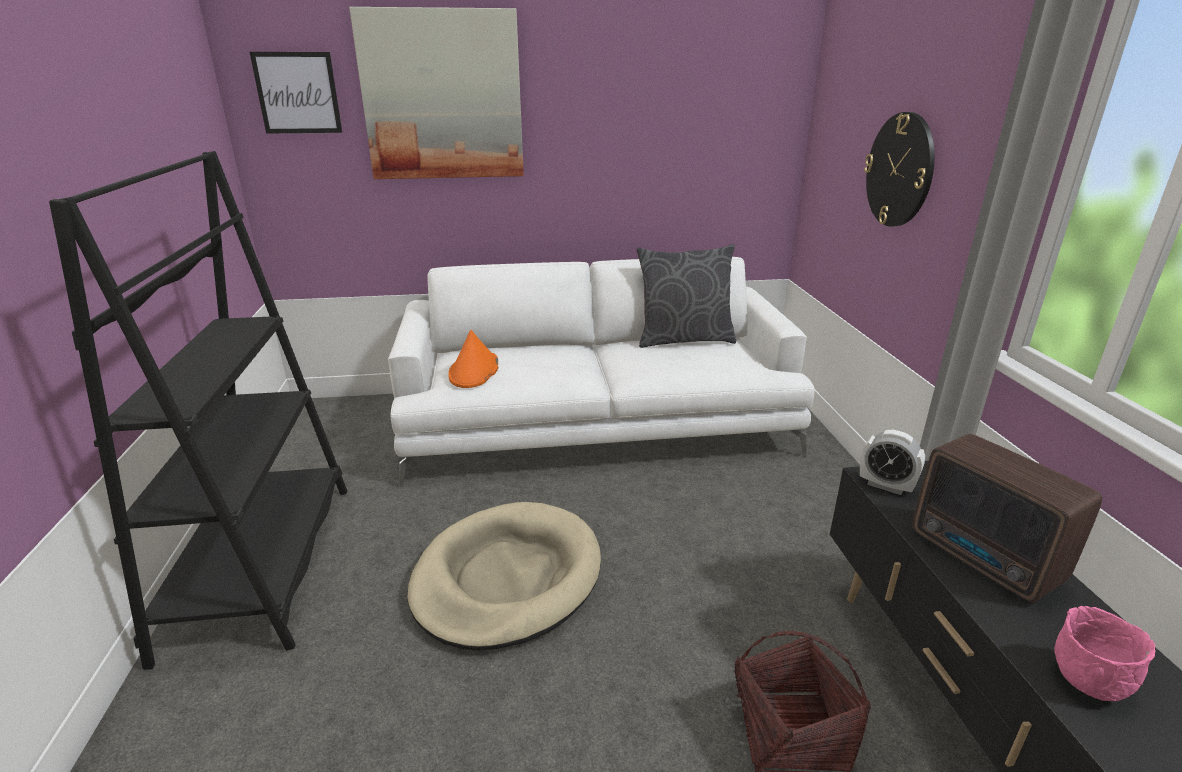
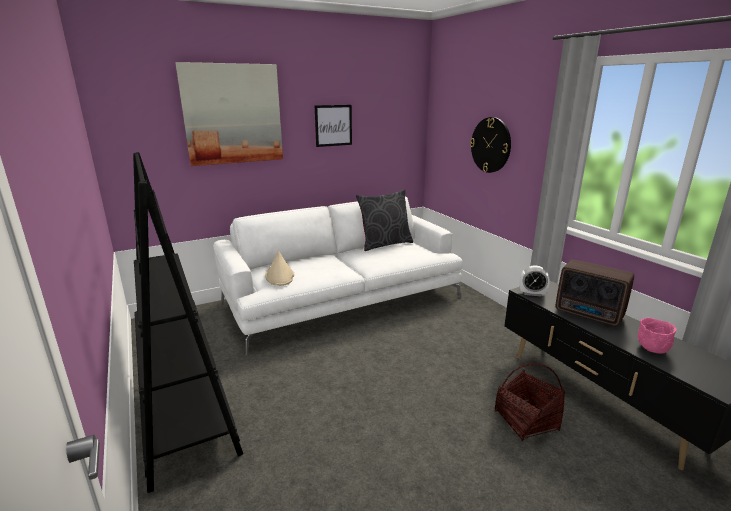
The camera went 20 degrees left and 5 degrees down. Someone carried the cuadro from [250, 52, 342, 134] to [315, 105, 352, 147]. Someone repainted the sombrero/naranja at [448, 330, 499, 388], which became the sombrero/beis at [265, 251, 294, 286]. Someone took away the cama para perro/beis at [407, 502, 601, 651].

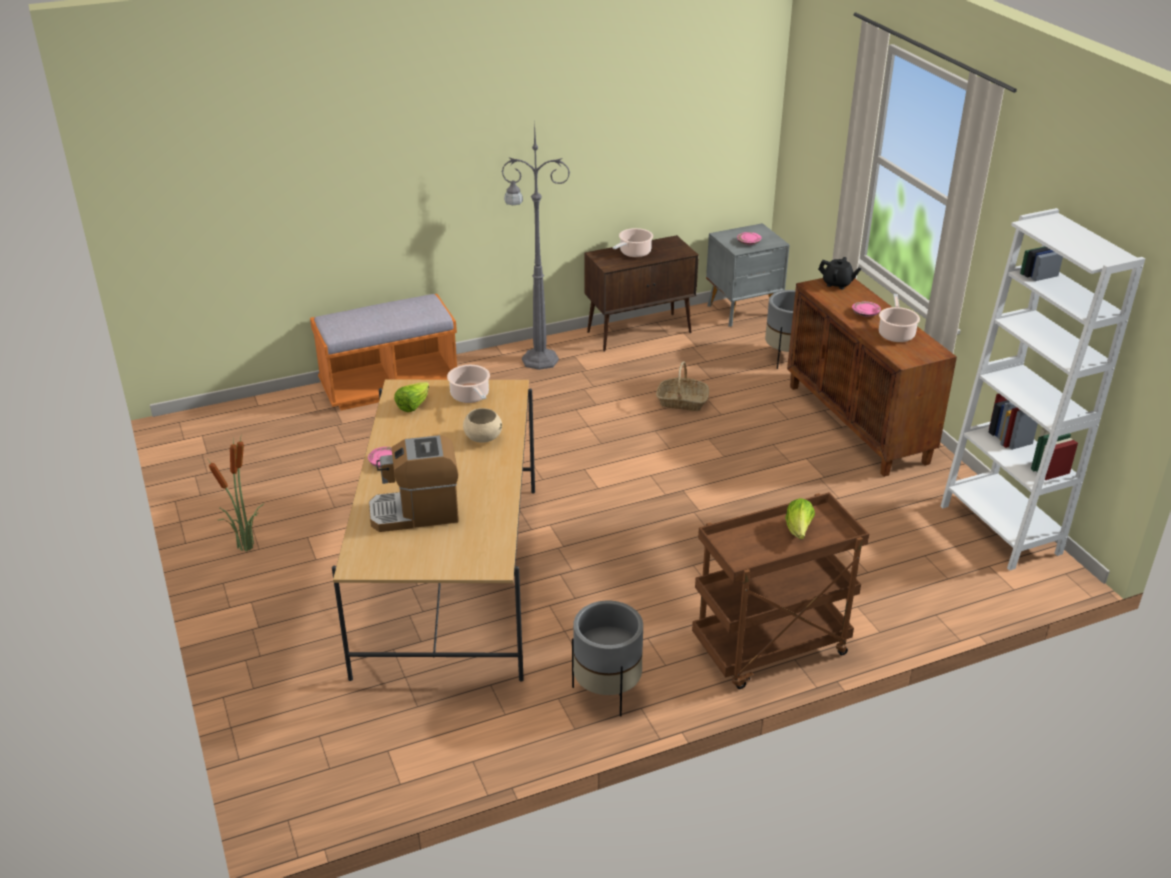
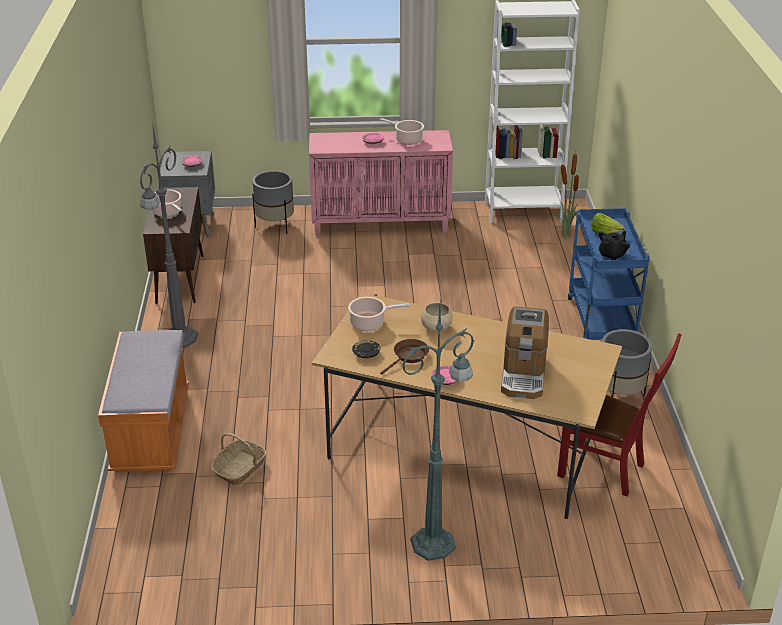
The camera went 70 degrees left and 0 degrees up. Someone carried the tetera/negro from [818, 257, 861, 289] to [599, 231, 630, 260]. Someone repainted the armario/marrón at [787, 278, 957, 477], which became the armario/rosa at [309, 130, 453, 236]. Someone carried the cesta from [656, 361, 709, 411] to [211, 433, 267, 485]. Someone swapped the lechuga at [394, 382, 429, 412] for the plato/negro at [352, 340, 381, 358]. Someone carried the planta en maceta from [207, 439, 264, 552] to [554, 152, 582, 239]. Someone repainted the carrito/marrón at [692, 492, 869, 689], which became the carrito/azul at [568, 208, 650, 340]. Someone put down the lámpara de pie/verde at [402, 304, 474, 561]. Someone put down the silla/rojo at [557, 333, 682, 496]. Someone put down the sartén/marrón at [380, 339, 429, 375].

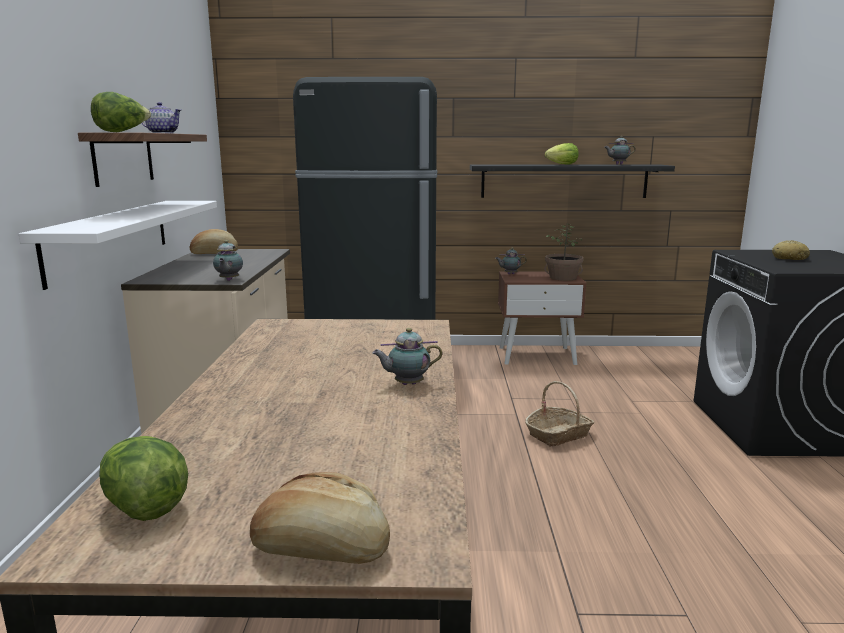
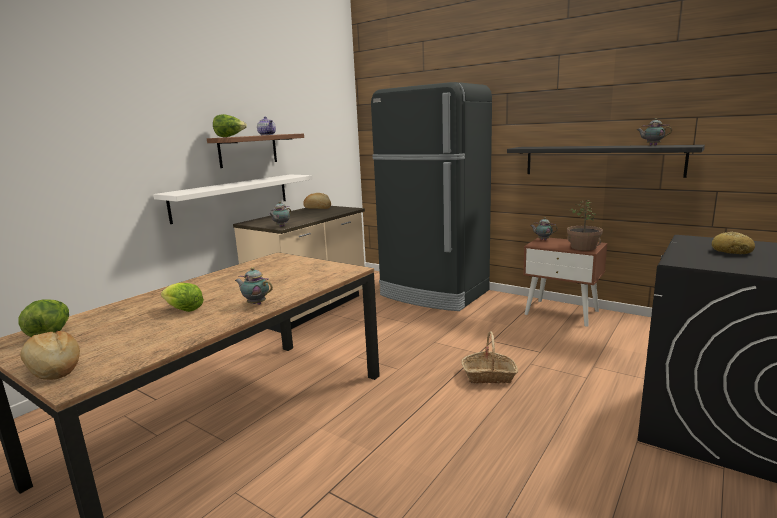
The camera went 35 degrees right and 0 degrees up. Someone carried the lechuga from [545, 143, 579, 165] to [161, 283, 204, 312].

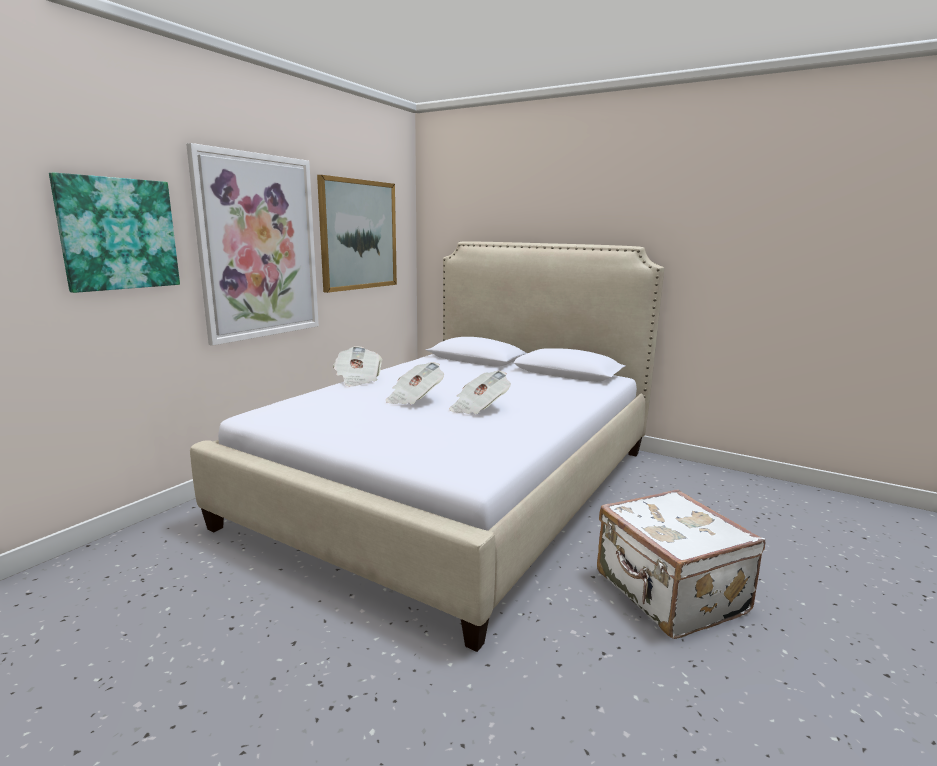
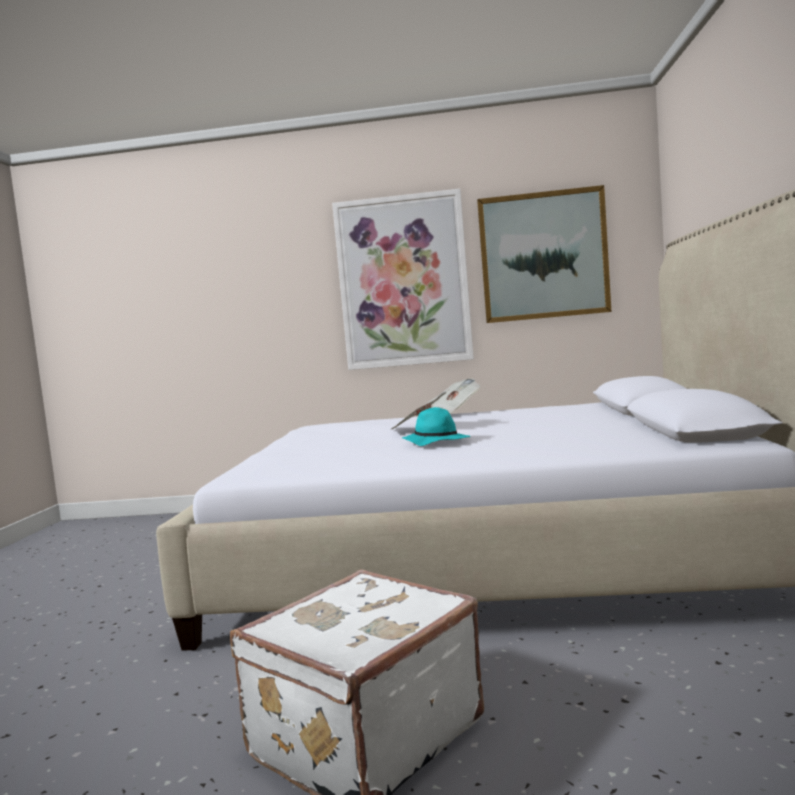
The camera went 65 degrees right and 10 degrees down. Someone took away the cuadro at [49, 172, 180, 293]. Someone swapped the periódico at [449, 371, 511, 414] for the sombrero/turquesa at [402, 407, 471, 446].

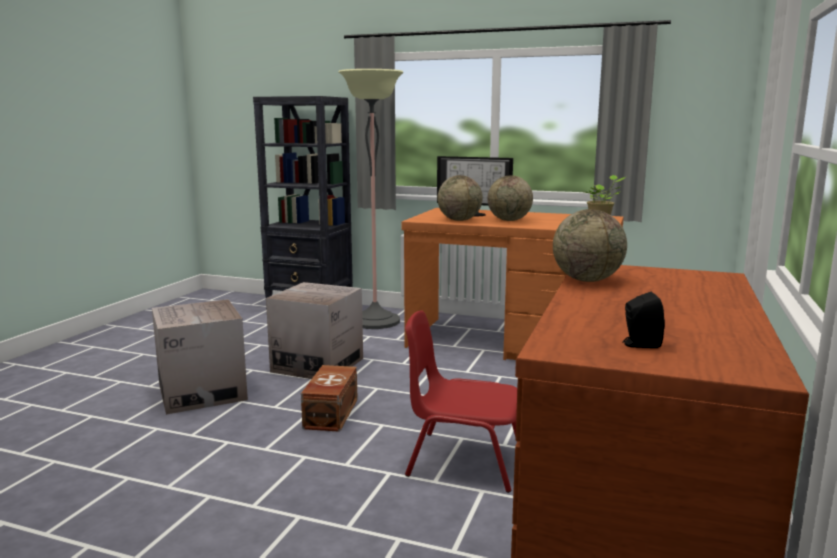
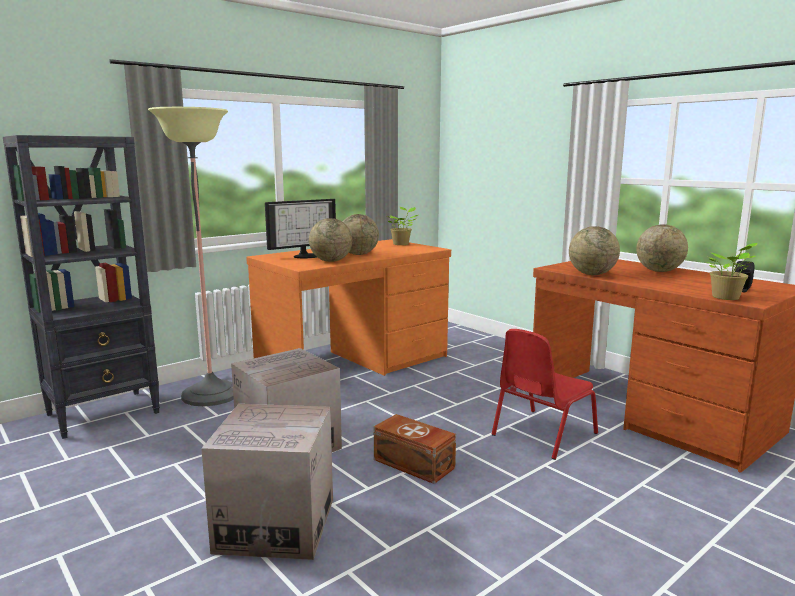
The camera went 60 degrees left and 0 degrees up. Someone put down the globo terráqueo at [636, 224, 688, 272]. Someone put down the planta en maceta at [706, 243, 758, 300].

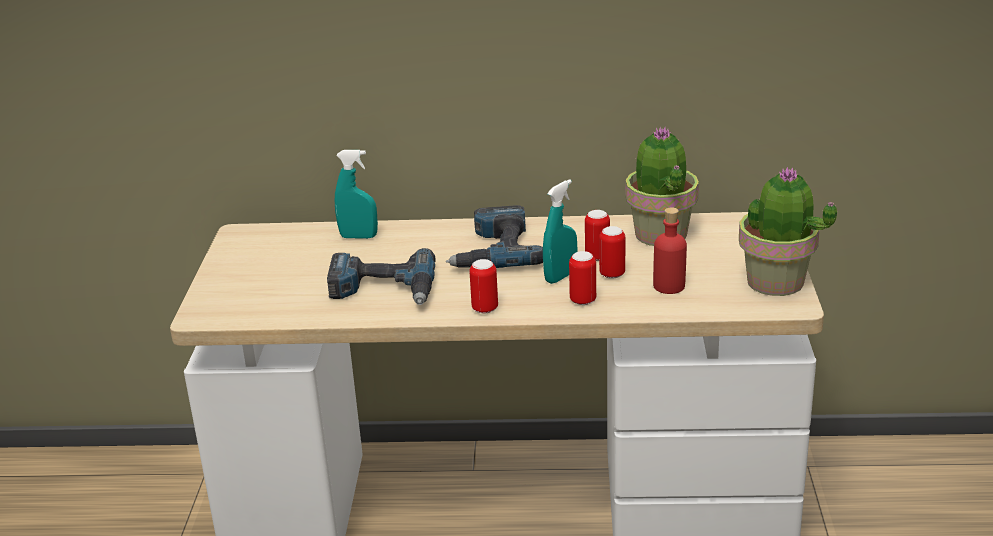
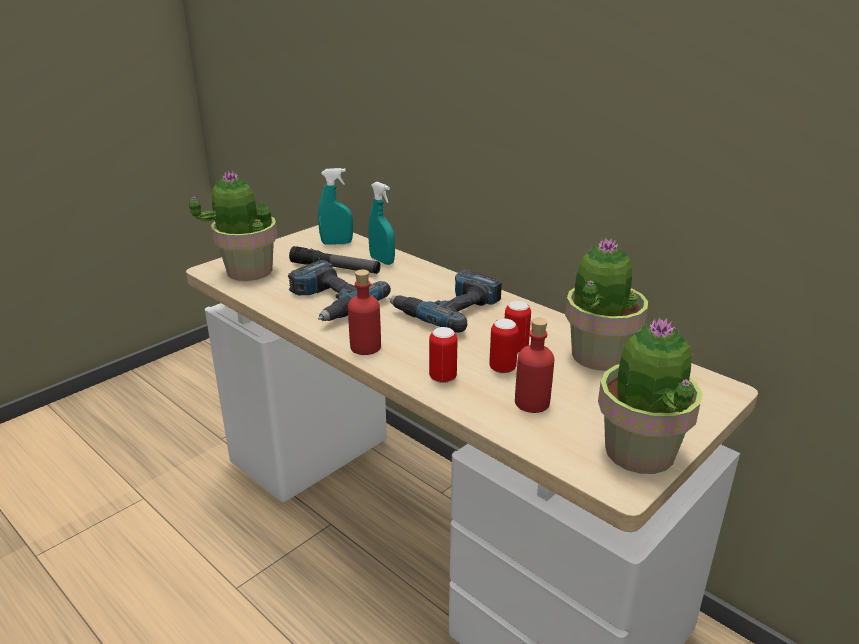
The camera went 40 degrees right and 0 degrees up. Someone carried the pulverizador/turquesa from [543, 179, 577, 284] to [318, 168, 353, 245]. Someone swapped the lata at [469, 259, 498, 313] for the botella/rojo at [348, 269, 381, 355]. Someone put down the planta en maceta at [189, 171, 278, 281]. Someone put down the linterna at [289, 246, 381, 274].

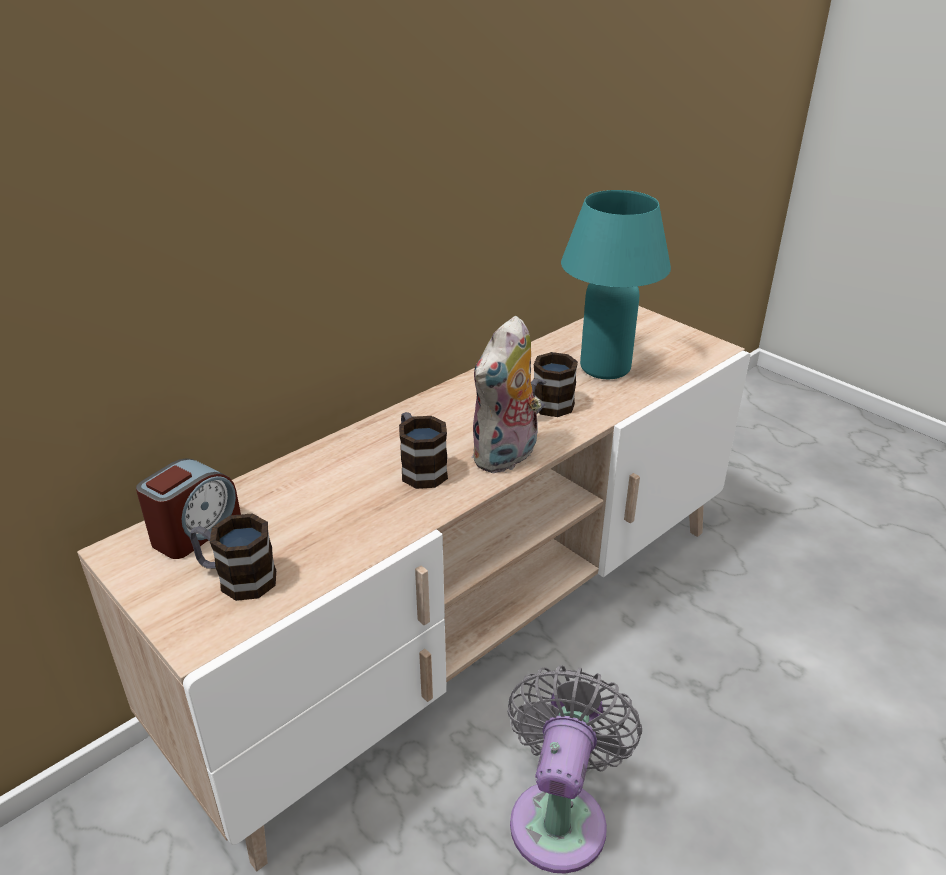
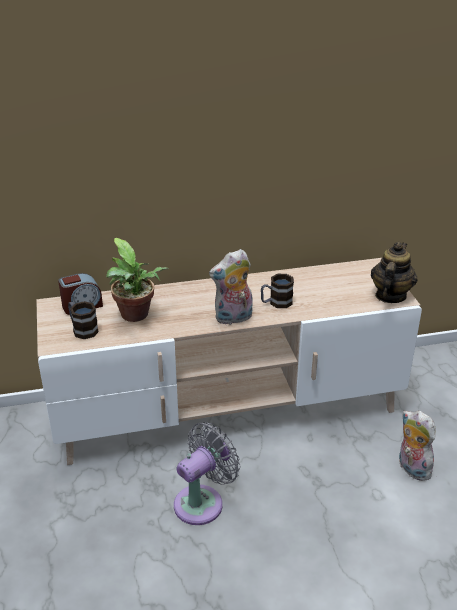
The camera went 30 degrees right and 0 degrees up. Someone took away the lámpara de mesa/turquesa at [561, 190, 671, 379]. Someone took away the taza grande at [399, 412, 448, 489]. Someone put down the planta en maceta at [106, 238, 168, 322]. Someone put down the tetera at [371, 242, 417, 303]. Someone put down the peluche at [399, 411, 436, 481].

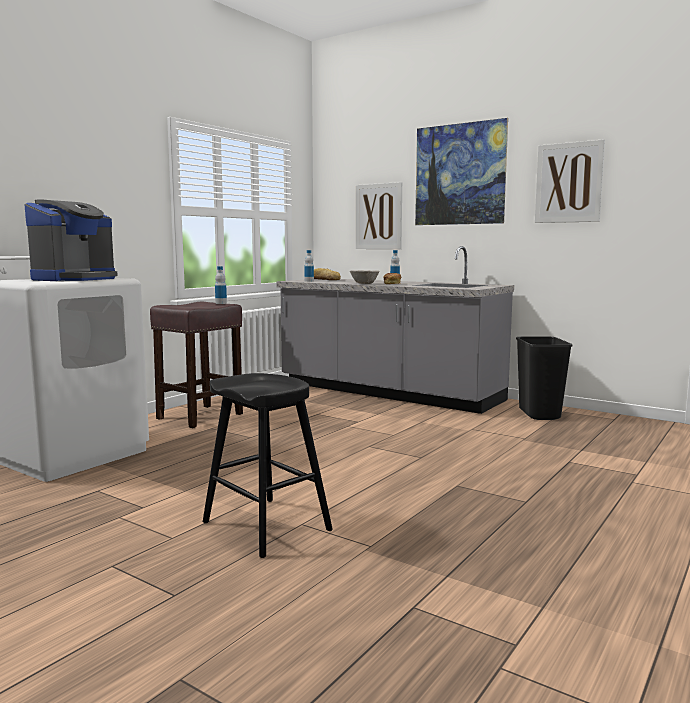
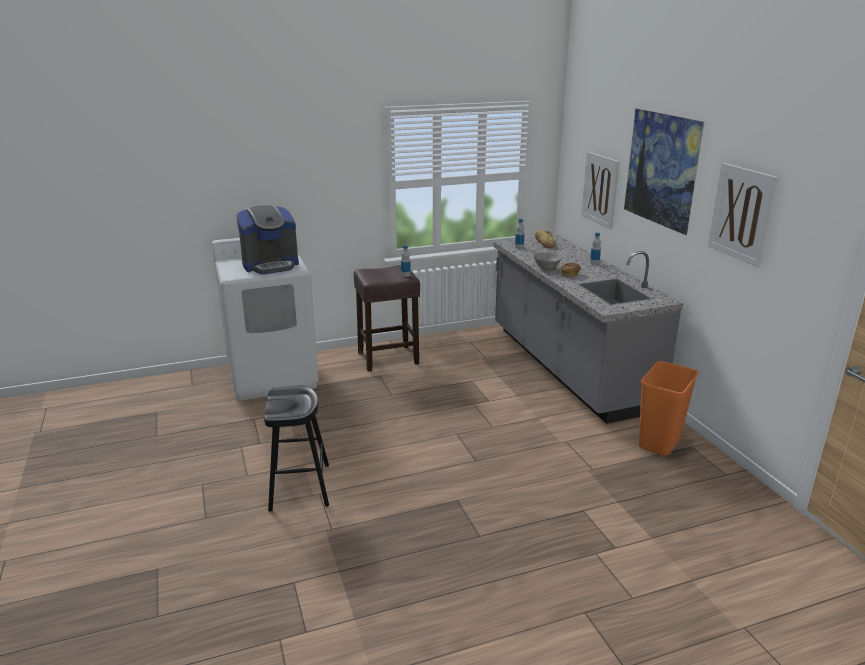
The camera went 35 degrees right and 15 degrees up. Someone repainted the papelera/negro at [516, 337, 572, 420], which became the papelera/naranja at [639, 361, 699, 455].

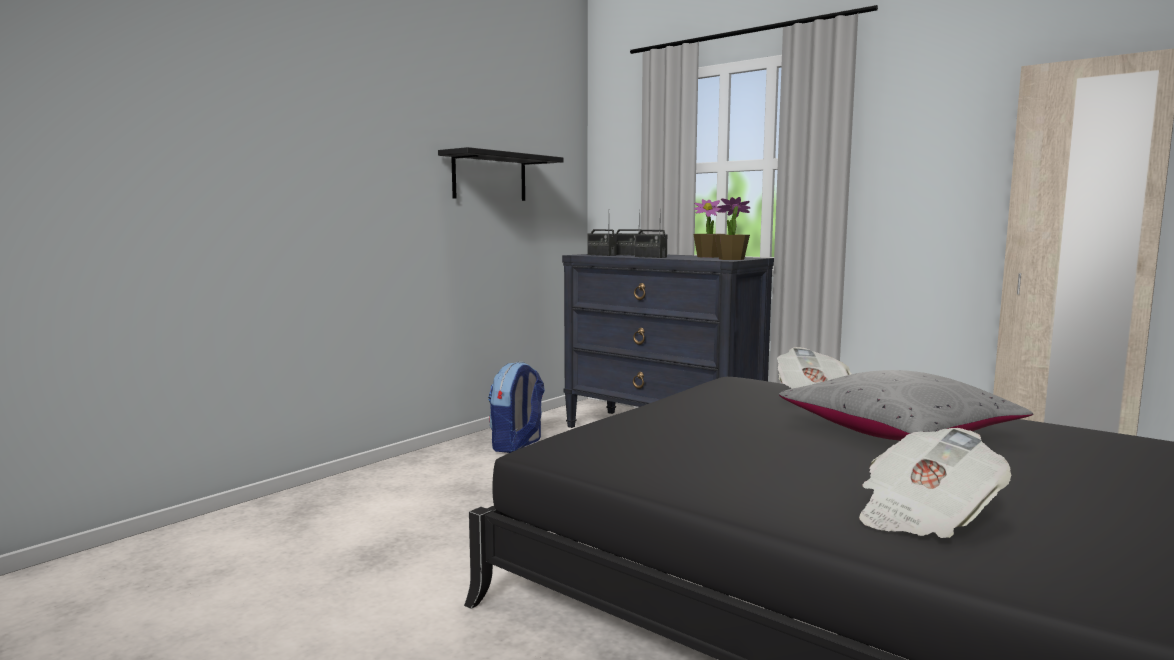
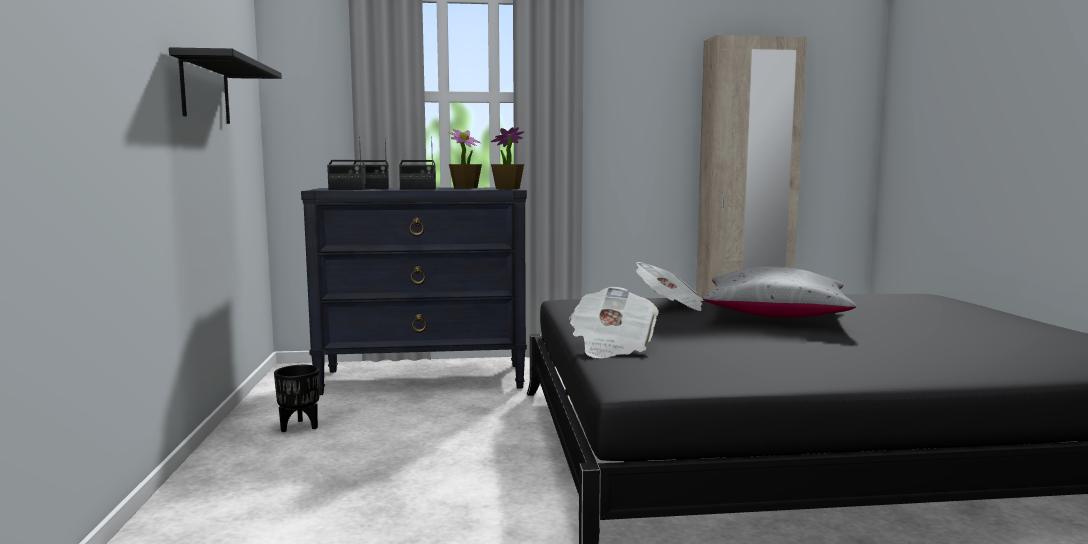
The camera went 45 degrees left and 0 degrees up. Someone swapped the mochila at [488, 362, 545, 453] for the maceta/negro at [274, 365, 319, 432]. Someone carried the periódico from [859, 428, 1012, 538] to [569, 287, 659, 358].

